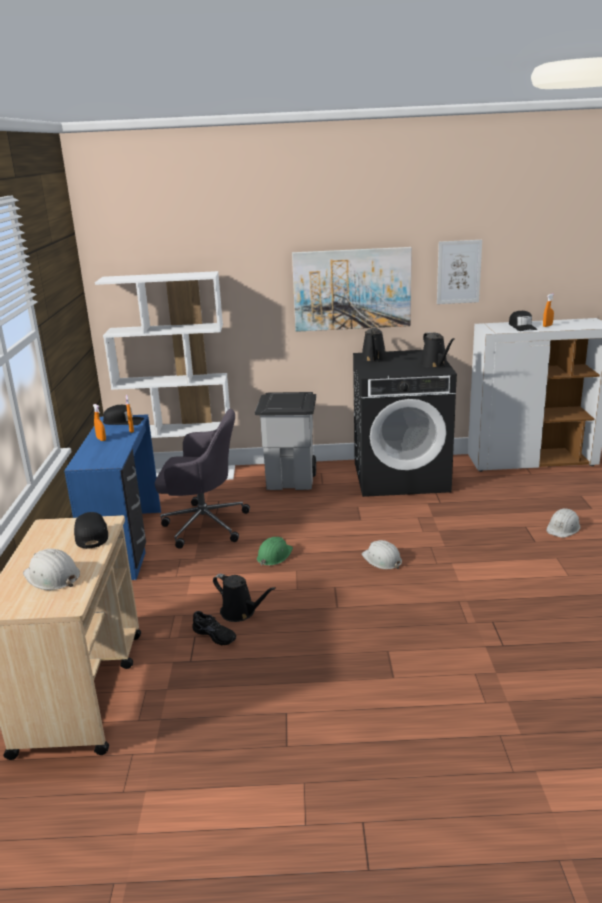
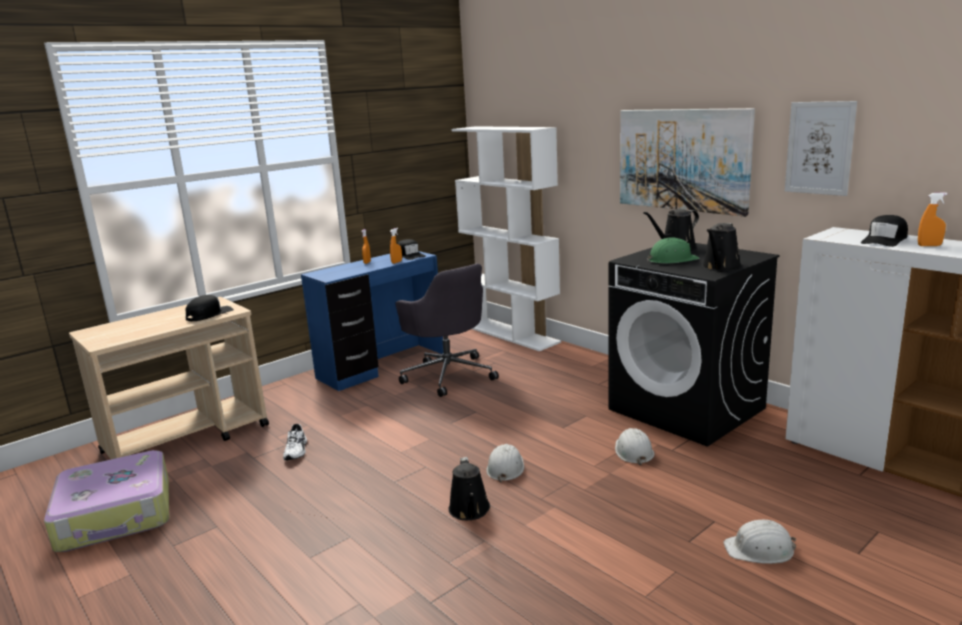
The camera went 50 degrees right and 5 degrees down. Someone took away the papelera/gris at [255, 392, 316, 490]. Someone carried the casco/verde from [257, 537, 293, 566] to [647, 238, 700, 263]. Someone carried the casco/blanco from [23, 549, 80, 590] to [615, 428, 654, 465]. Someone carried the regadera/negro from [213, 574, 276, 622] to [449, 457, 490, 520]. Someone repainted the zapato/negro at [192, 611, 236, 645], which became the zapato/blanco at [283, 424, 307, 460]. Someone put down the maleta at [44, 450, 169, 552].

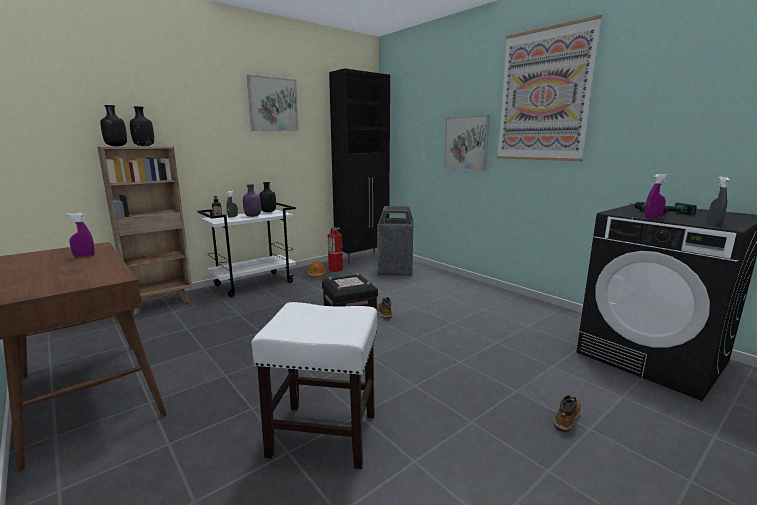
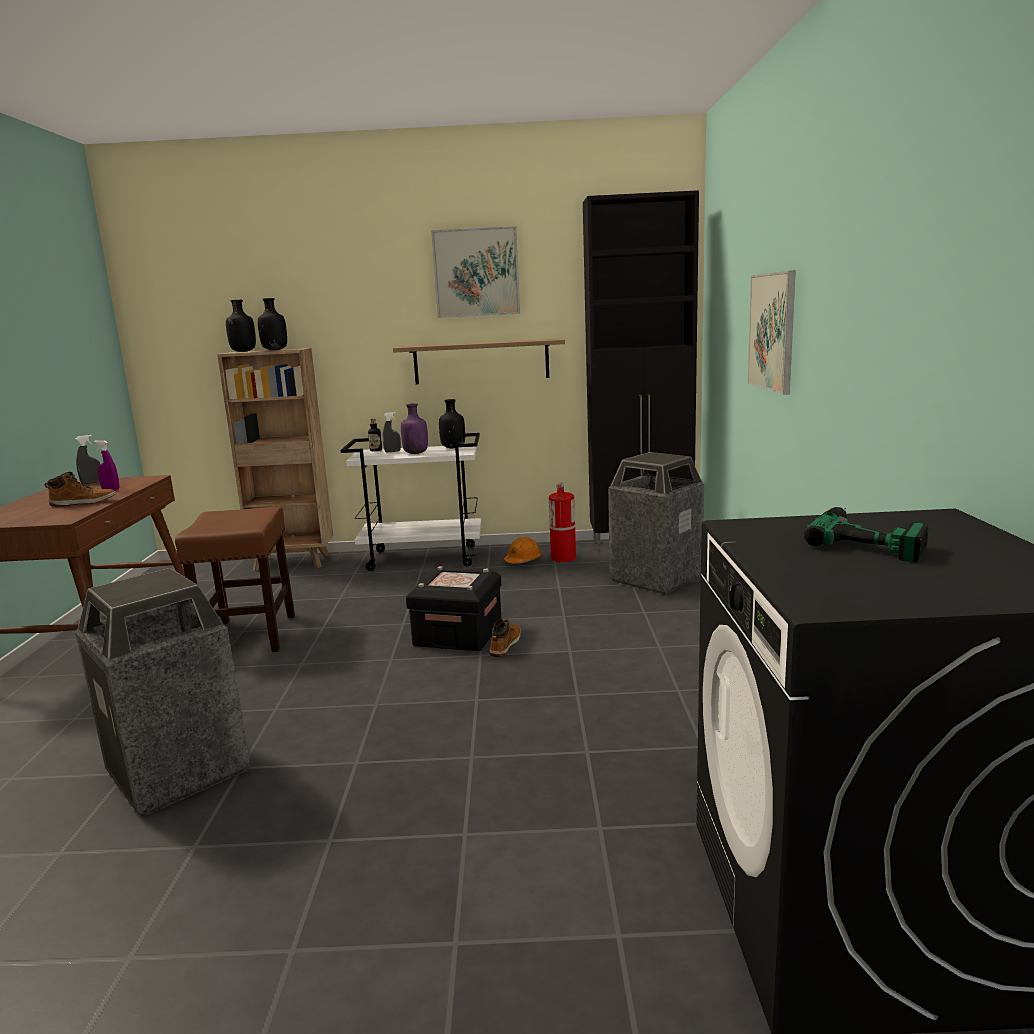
The camera went 40 degrees right and 0 degrees up. Someone took away the cuadro at [497, 15, 602, 161]. Someone took away the pulverizador/morado at [645, 174, 668, 218]. Someone carried the pulverizador/gris from [707, 177, 730, 226] to [76, 435, 100, 484]. Someone swapped the taburete/blanco at [251, 302, 377, 469] for the papelera at [75, 568, 250, 818]. Someone carried the bota from [554, 395, 581, 432] to [45, 472, 116, 507]. Someone put up the estante at [393, 338, 565, 384]. Someone put down the taburete/marrón at [175, 507, 295, 652].

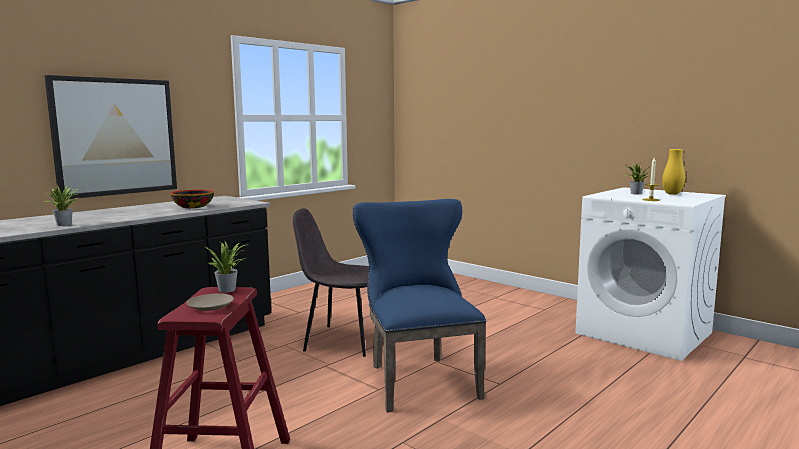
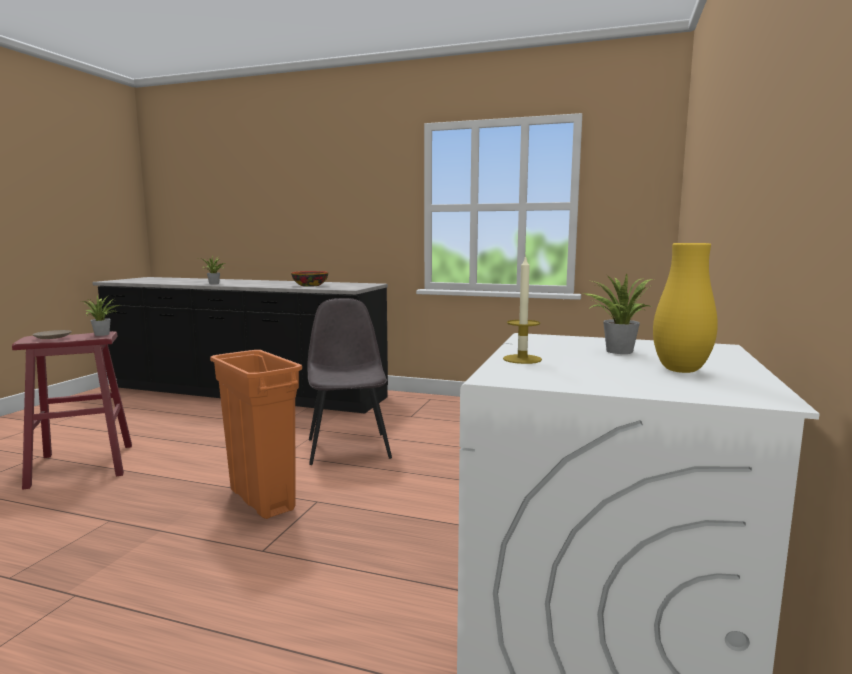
The camera went 65 degrees right and 0 degrees up. Someone took away the cuadro at [44, 75, 177, 199]. Someone swapped the silla/azul at [353, 199, 486, 413] for the papelera/naranja at [210, 350, 302, 519].

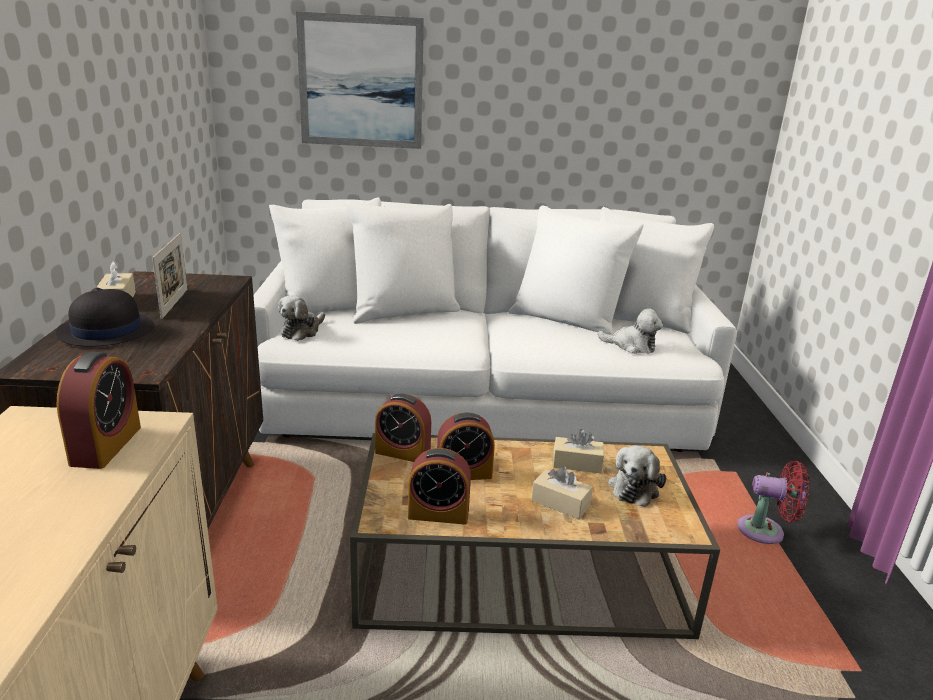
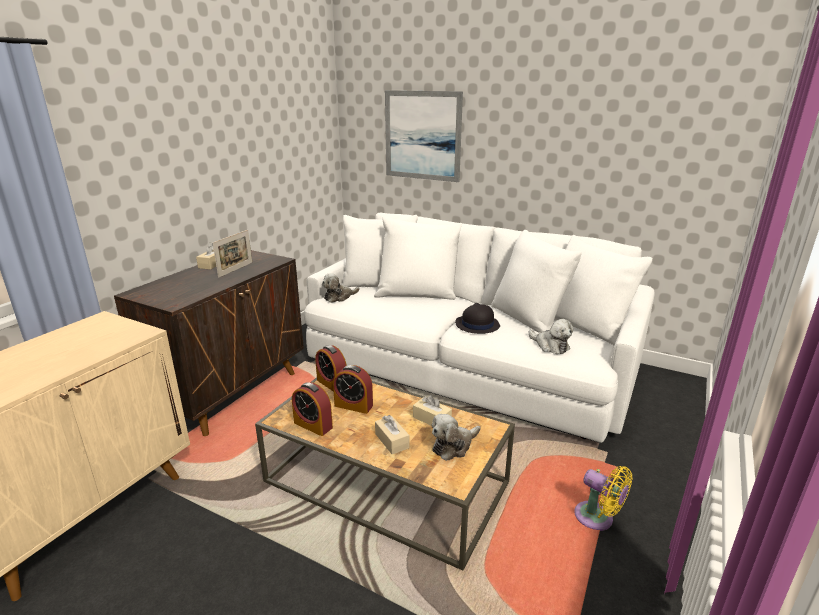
The camera went 30 degrees right and 0 degrees up. Someone carried the sombrero/negro from [56, 288, 155, 347] to [455, 303, 500, 334]. Someone took away the despertador at [57, 352, 141, 469]. Someone repainted the ventilador/rojo at [737, 461, 809, 544], which became the ventilador/amarillo at [574, 466, 633, 531].

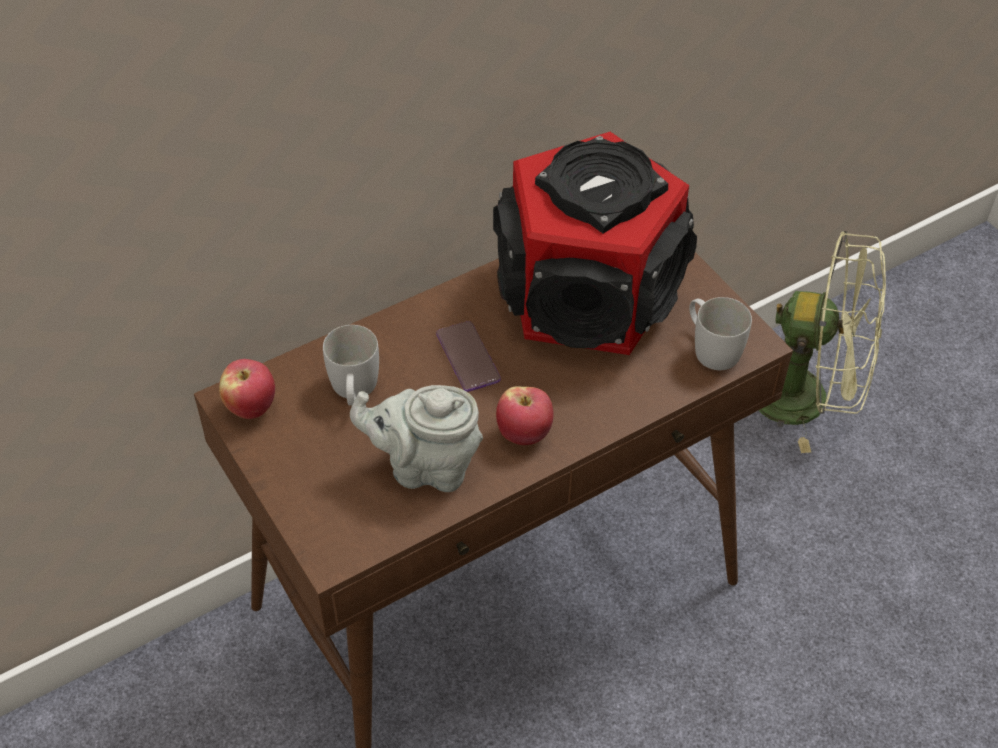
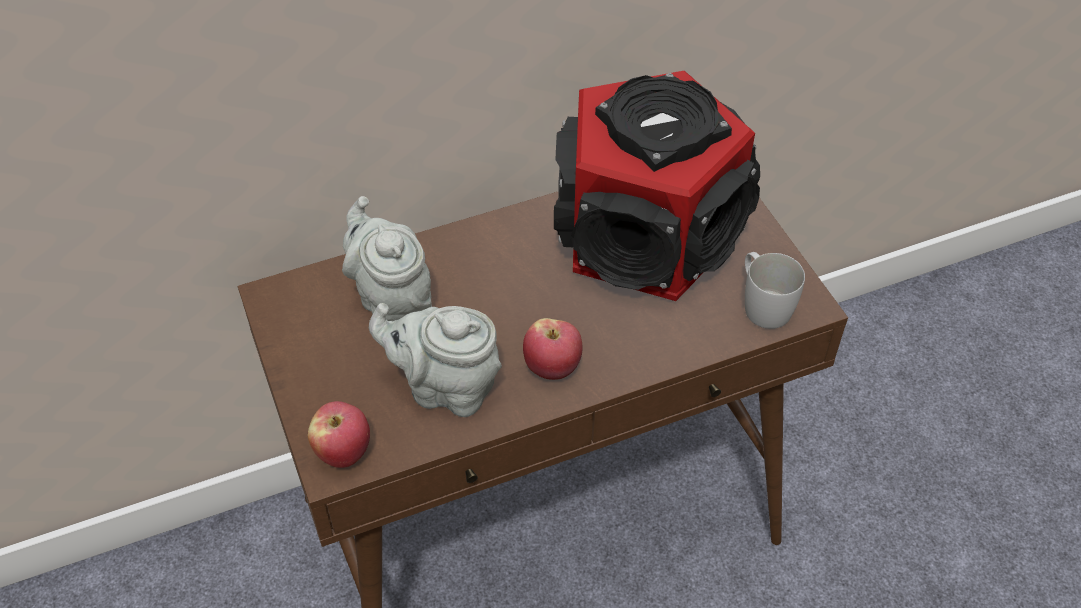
The camera went 10 degrees right and 0 degrees up. Someone took away the ventilador/verde at [758, 231, 886, 453]. Someone took away the móvil at [436, 321, 501, 392]. Someone swapped the taza grande/blanco at [323, 325, 379, 406] for the tetera/gris at [342, 196, 432, 321]. Someone carried the manzana from [219, 359, 275, 419] to [308, 401, 370, 468].

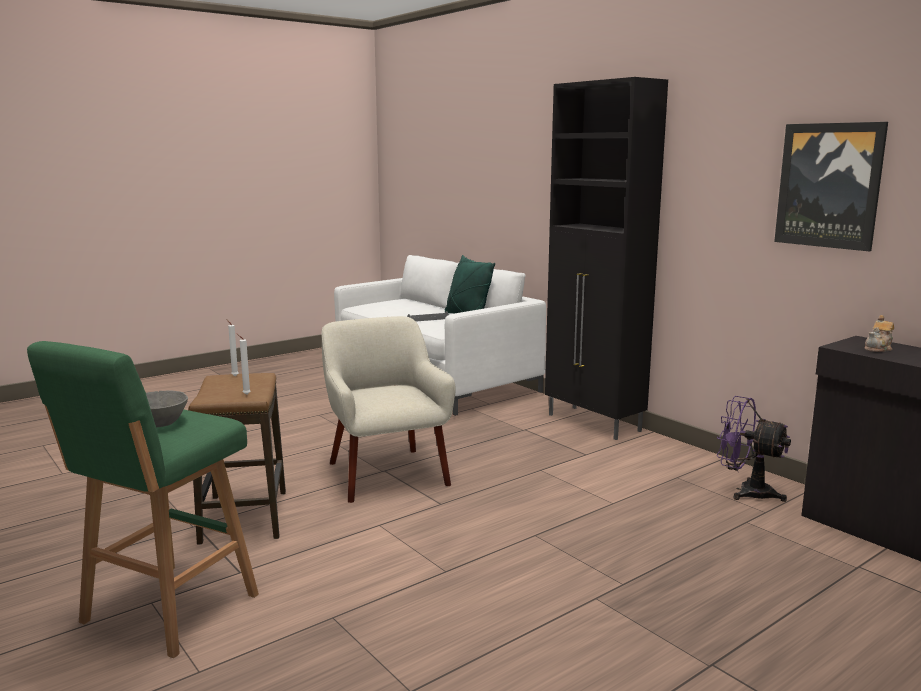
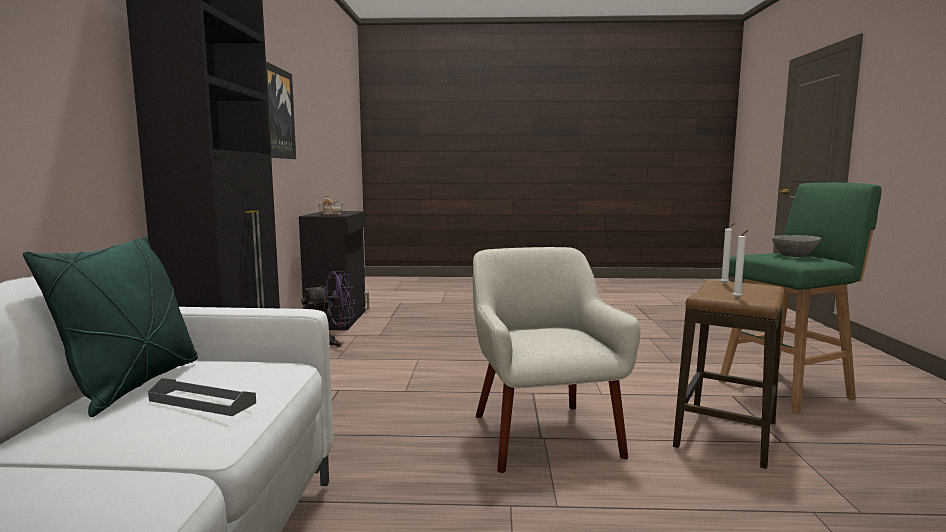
The camera went 140 degrees left and 5 degrees down. Someone rotated the sillón/beis at [322, 316, 456, 503] by 150 degrees clockwise. Someone rotated the ventilador/morado at [717, 396, 791, 502] by 105 degrees counterclockwise.

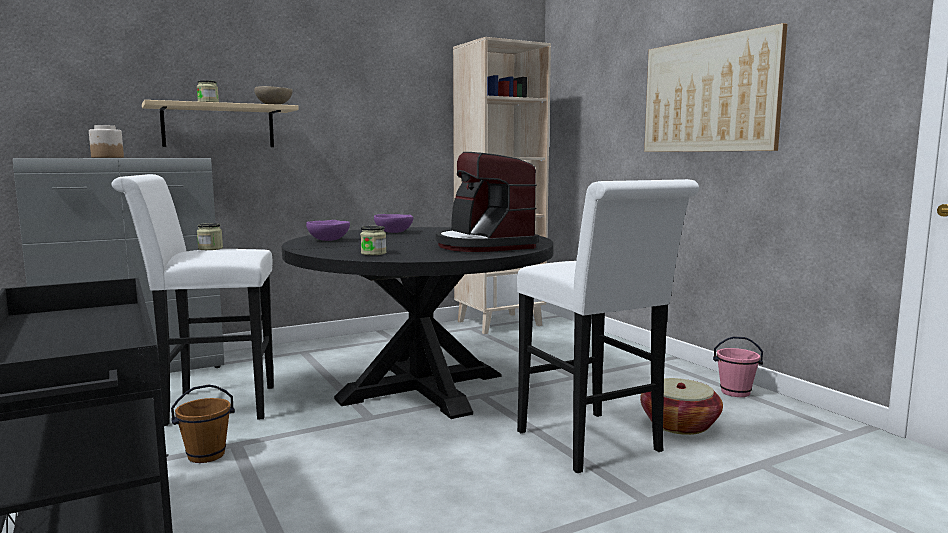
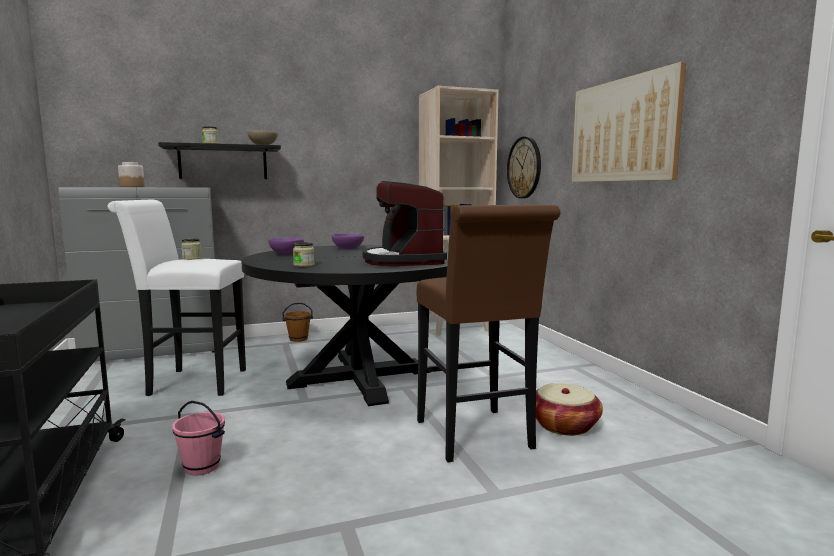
The camera went 10 degrees right and 0 degrees up. Someone repainted the estante/beis at [142, 100, 299, 147], which became the estante/negro at [158, 142, 281, 179]. Someone repainted the taburete/blanco at [517, 179, 699, 473], which became the taburete/marrón at [417, 205, 560, 463]. Someone carried the cubo/rosa from [713, 336, 763, 397] to [172, 401, 225, 475]. Someone carried the cubo/marrón from [171, 385, 235, 463] to [282, 303, 313, 342]. Someone put up the reloj de pared at [507, 136, 541, 199].

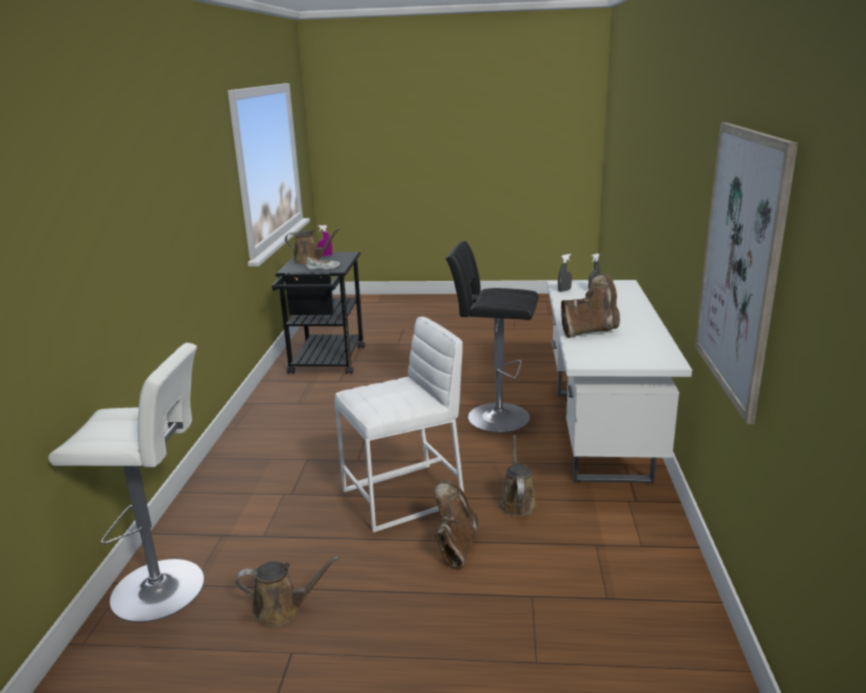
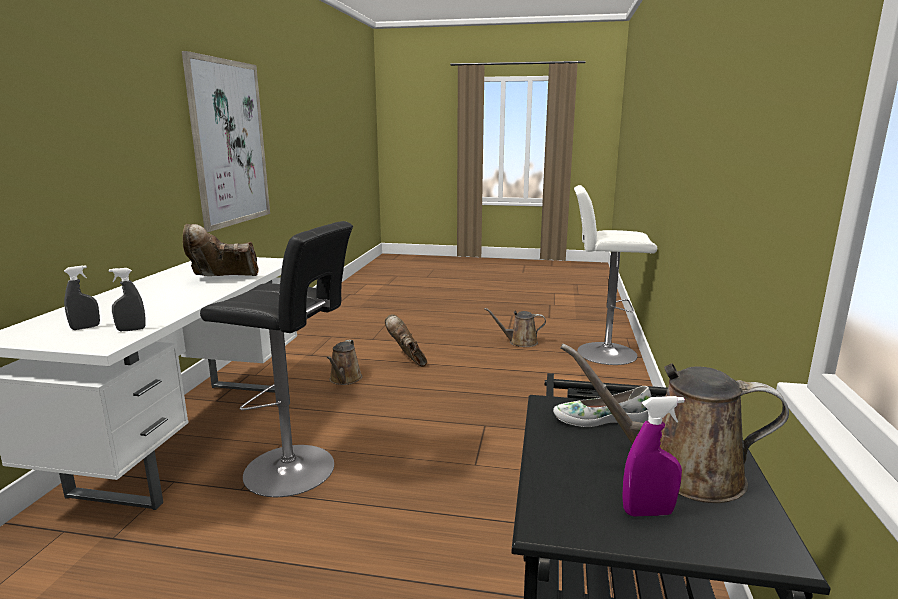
The camera went 175 degrees left and 5 degrees down. Someone took away the taburete/blanco at [335, 316, 464, 533]. Someone rotated the bota/marrón at [434, 480, 479, 569] by 135 degrees clockwise.

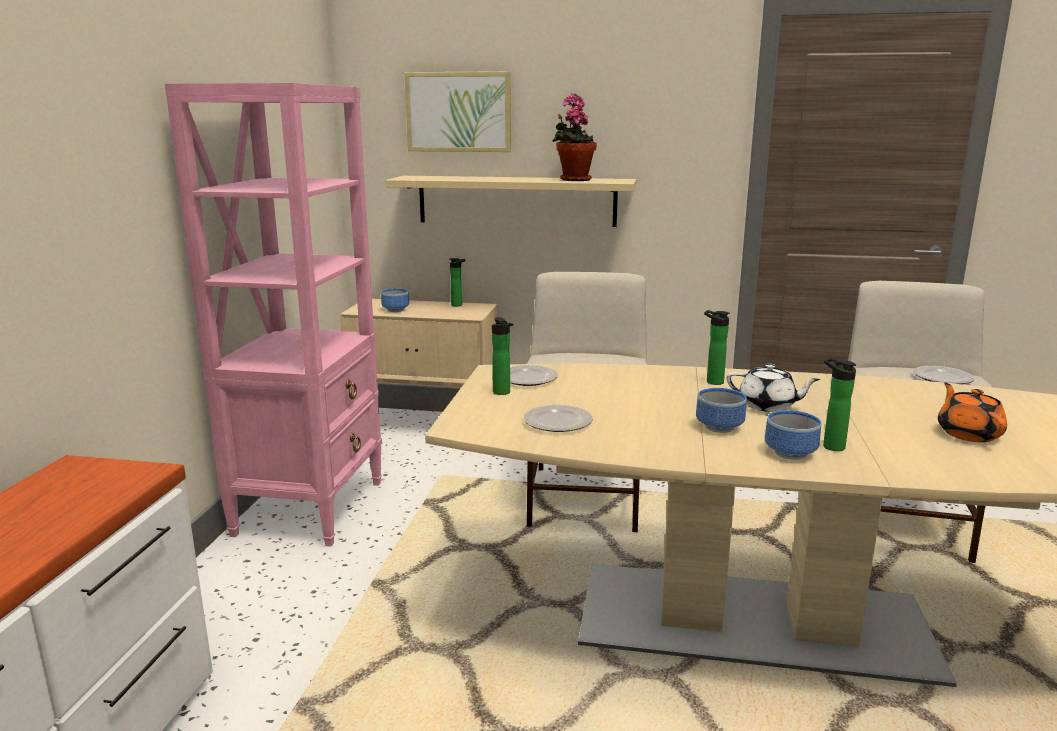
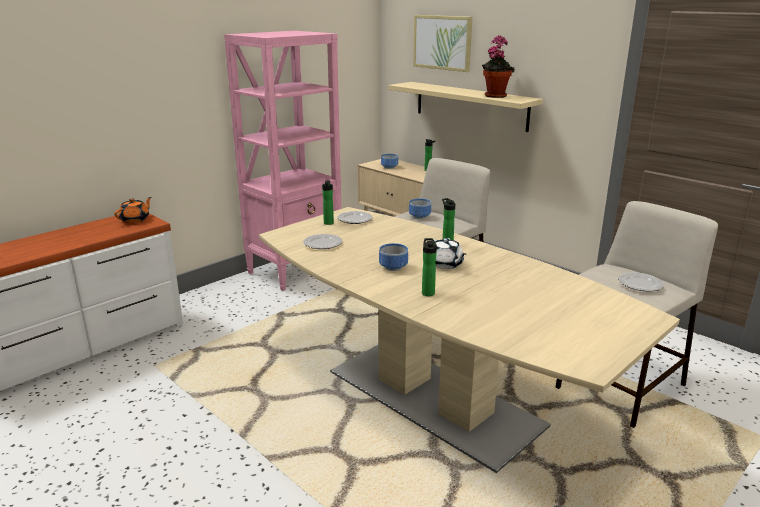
The camera went 35 degrees right and 5 degrees up. Someone carried the tetera/naranja from [938, 382, 1007, 442] to [114, 197, 152, 223]. Someone carried the cuenco from [765, 410, 821, 460] to [409, 198, 431, 219].

